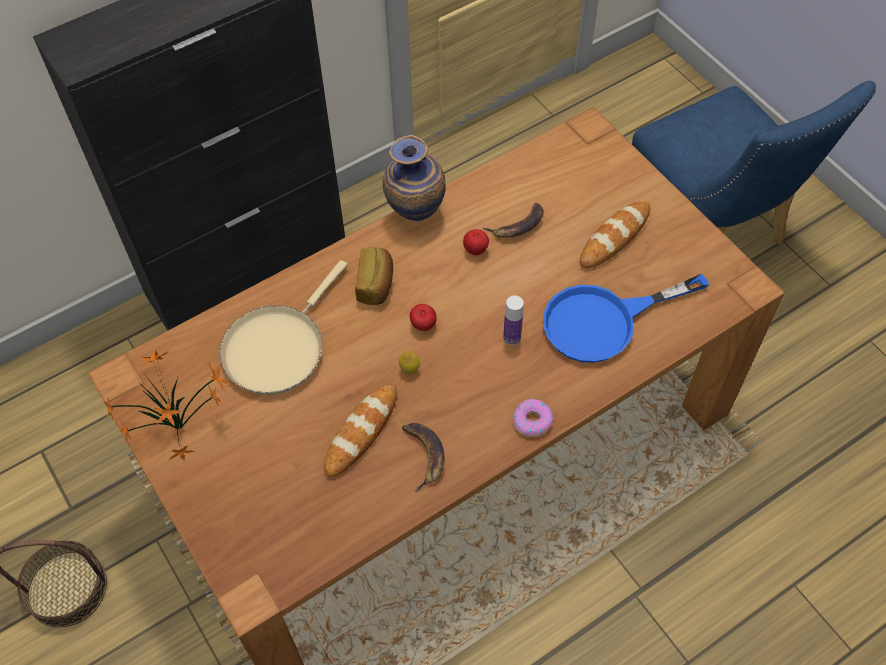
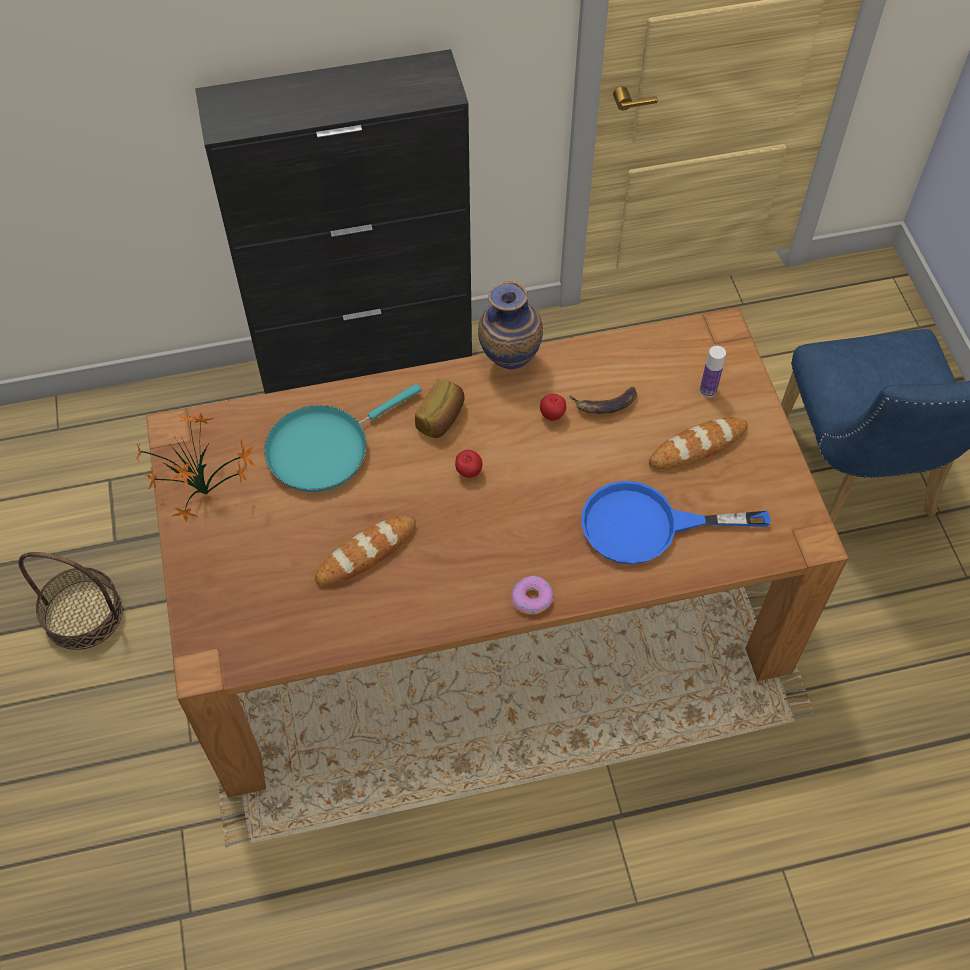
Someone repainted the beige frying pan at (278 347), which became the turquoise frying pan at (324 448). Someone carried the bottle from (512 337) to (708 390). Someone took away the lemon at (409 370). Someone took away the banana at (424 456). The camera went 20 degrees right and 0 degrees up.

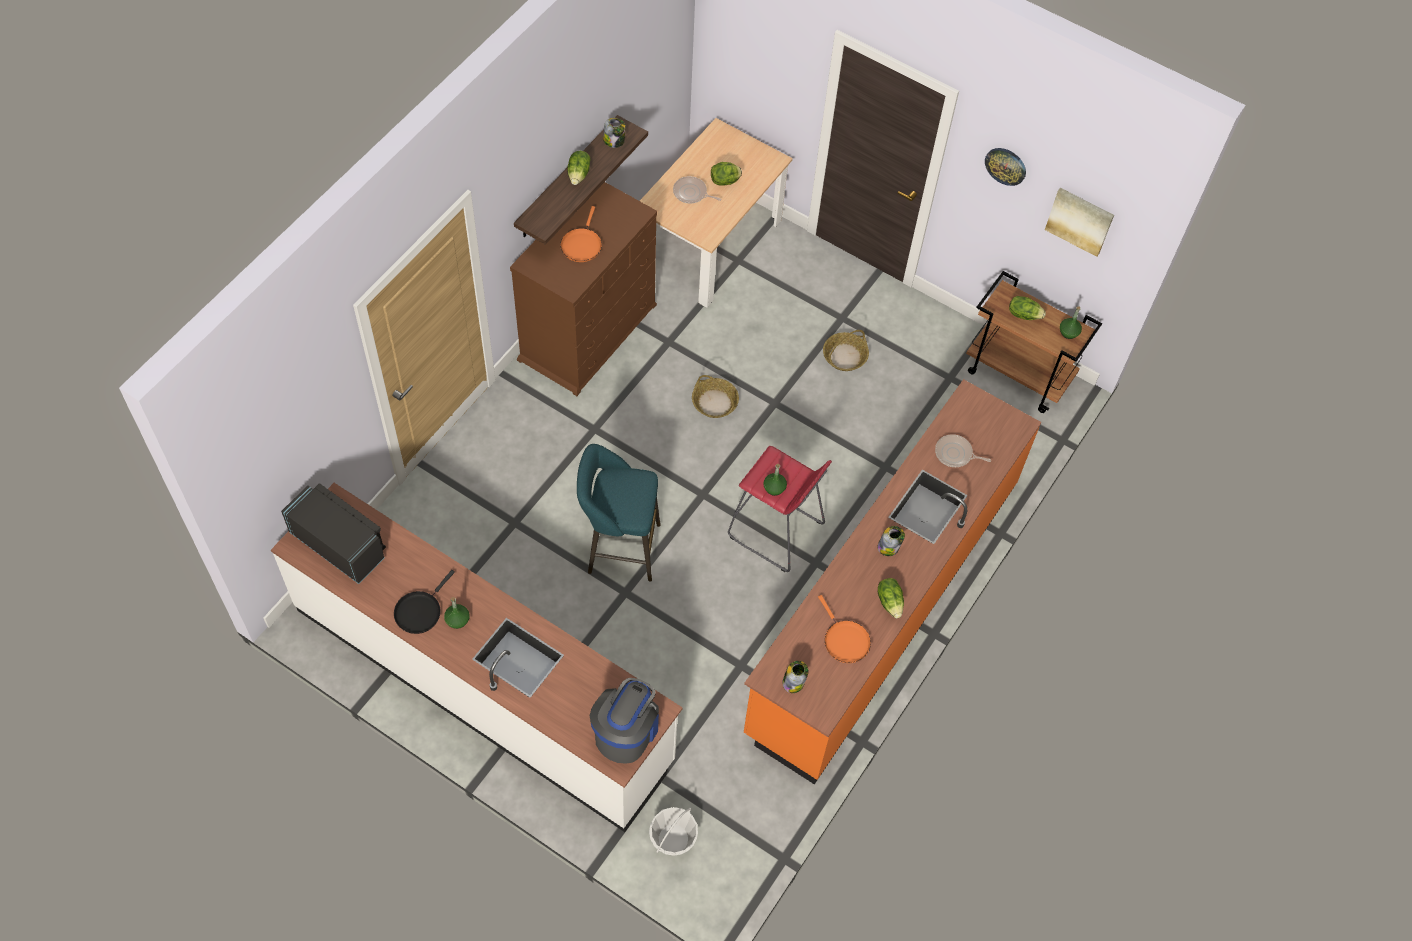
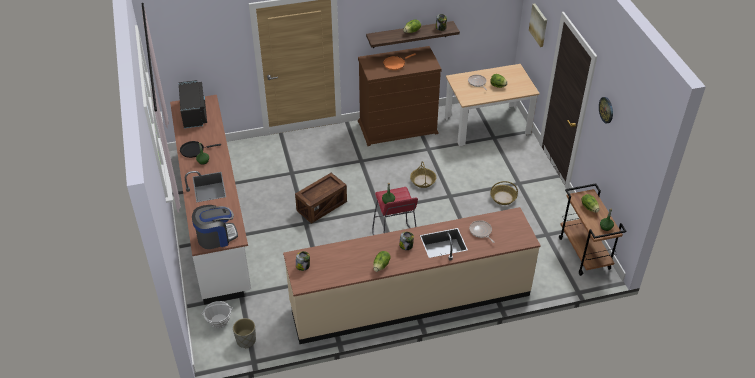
Someone carried the picture from (1080 220) to (539 25). Someone repainted the orange counter at (882 606), which became the beige counter at (410 299). Someone swapped the turquoise stool at (619 547) for the crate at (322 206). Someone took away the orange frying pan at (844 640). Someone put down the grey planter at (246 340). The camera went 45 degrees right and 15 degrees down.

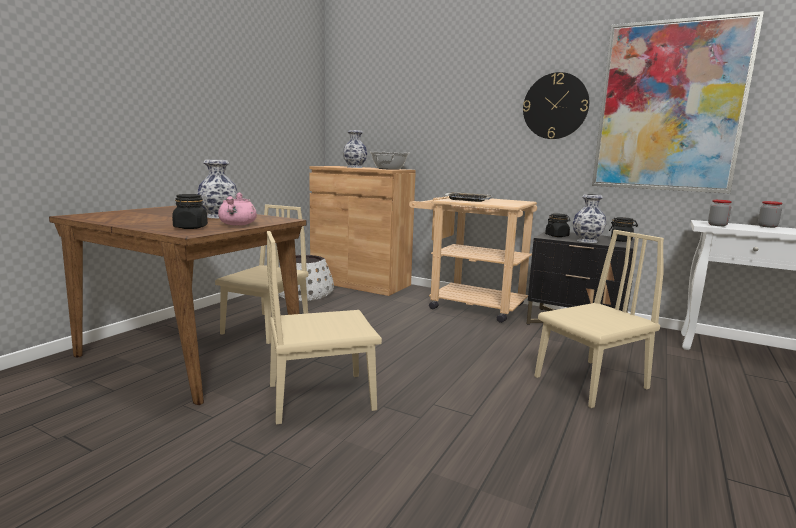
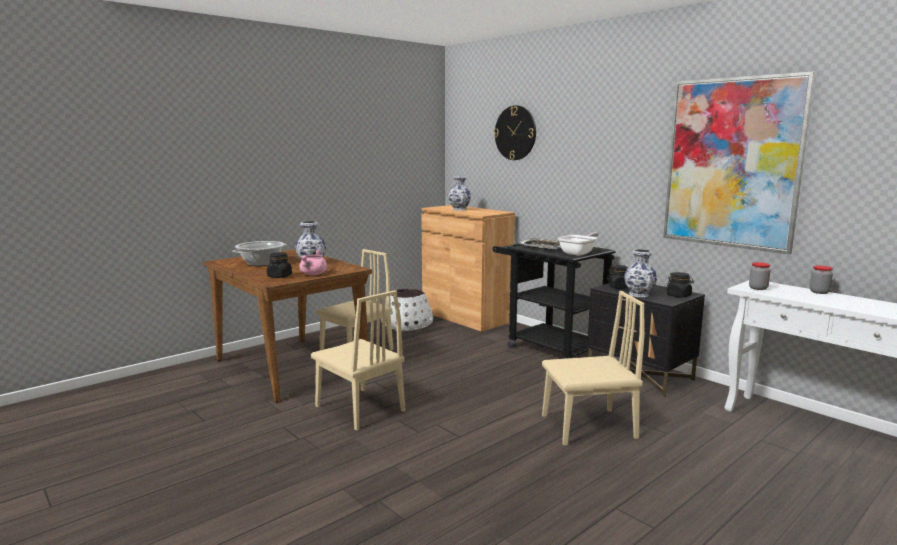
Someone carried the wall clock from (555 106) to (515 133). Someone carried the cooking pot from (389 169) to (261 263). Someone repainted the beige cart at (468 305), which became the black cart at (548 347). Someone rotated the beige chair at (321 397) by 135 degrees counterclockwise. Someone put down the frying pan at (579 253). The camera went 20 degrees right and 0 degrees up.

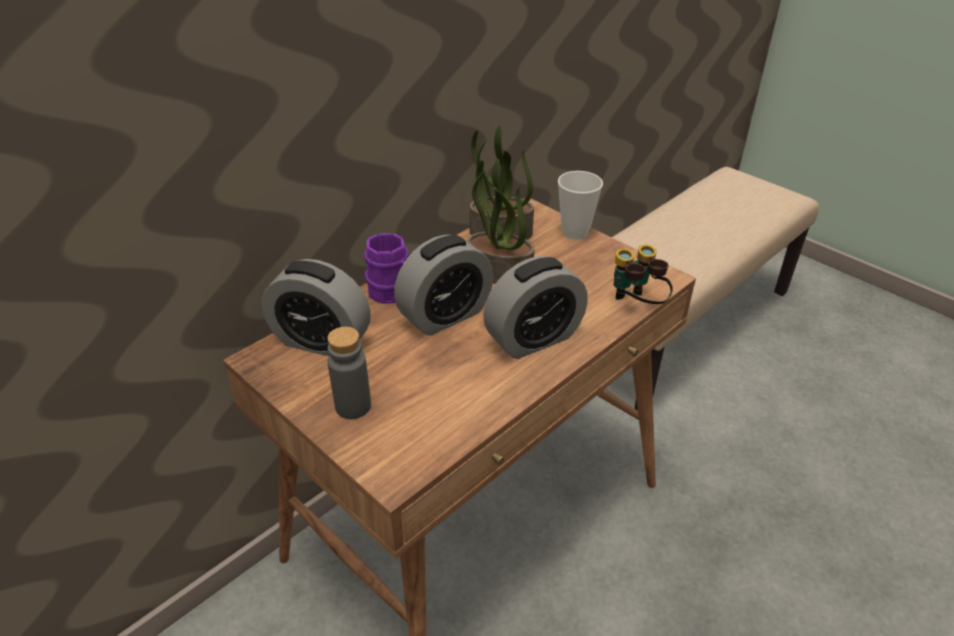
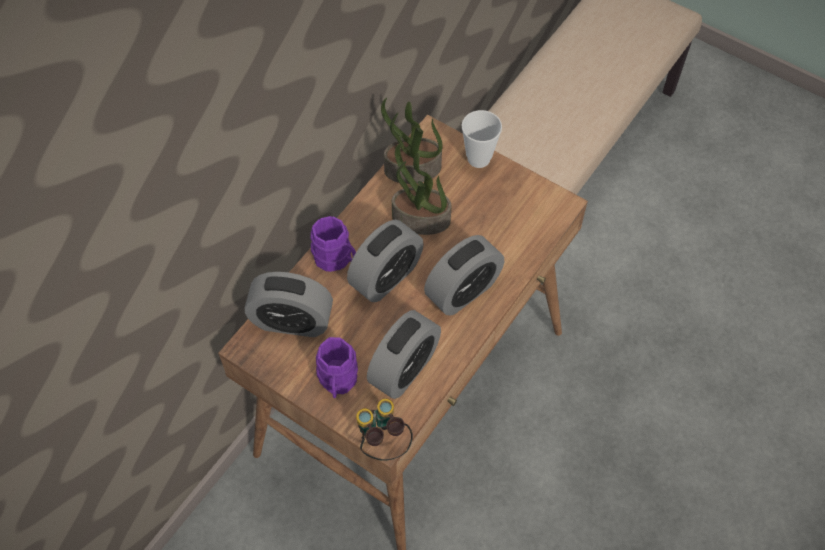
Someone carried the binoculars from (635 305) to (382 443). Someone swapped the grey bottle at (353 406) for the purple mug at (337 382). Someone put down the alarm clock at (404 368). The camera went 10 degrees left and 20 degrees up.

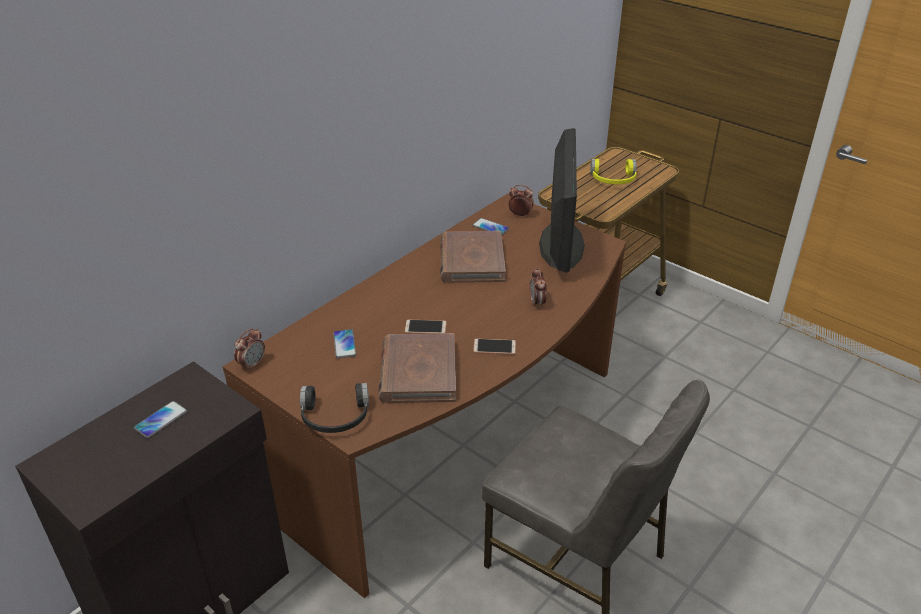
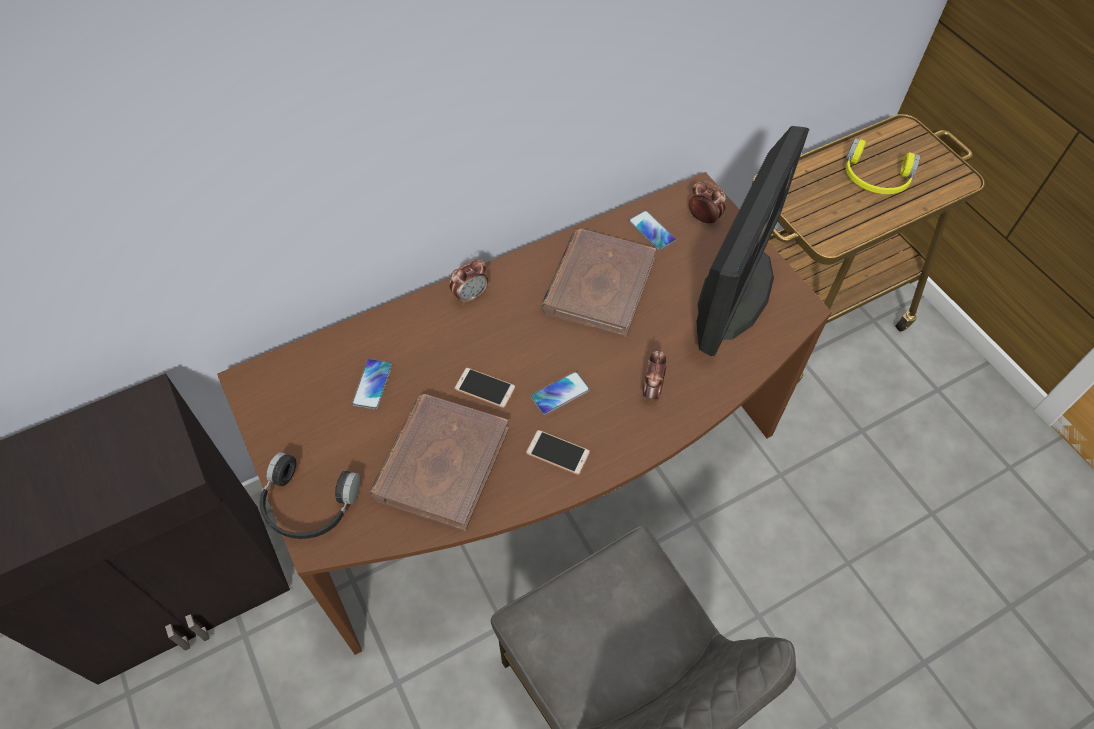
Someone carried the alarm clock from (252 364) to (470 296). Someone carried the phone from (161 420) to (560 393). The camera went 20 degrees right and 20 degrees up.

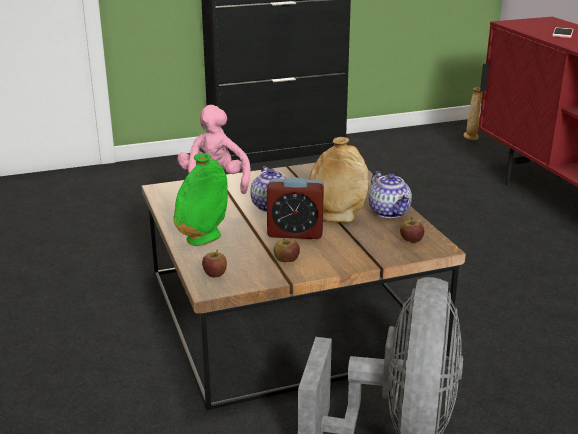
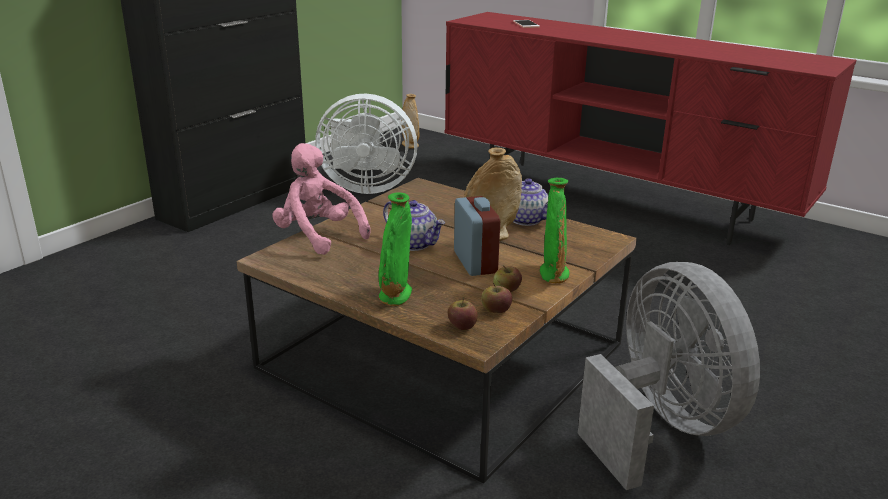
Someone rotated the alarm clock at (295 233) by 75 degrees counterclockwise. Someone carried the apple from (411 240) to (496 310). Someone put down the white fan at (366 187). Someone put down the green vase at (554 274). The camera went 35 degrees left and 0 degrees up.

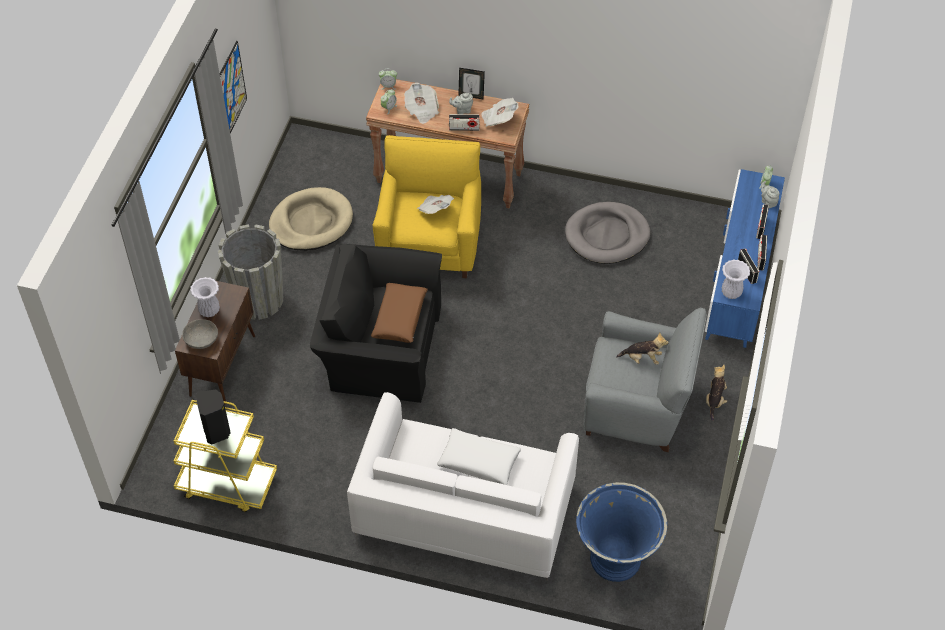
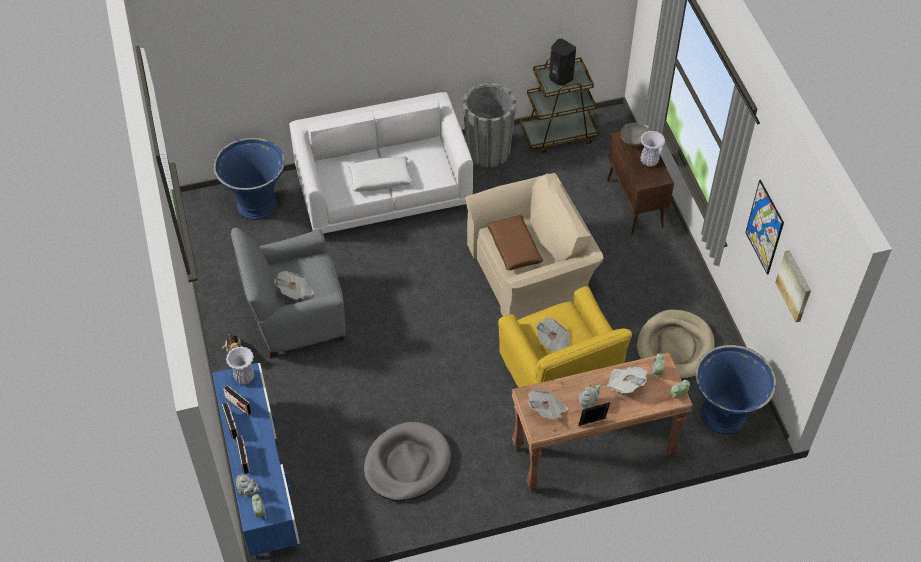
Someone took away the radio at (464 128). Someone carried the grey planter from (258 299) to (488 151). Someone repainted the black armchair at (379 346), which became the beige armchair at (531 271). Someone swapped the plush toy at (642 358) for the newspaper at (295 291). Someone repainted the yellow cart at (226 484), which became the brown cart at (558 134). Someone put up the picture at (794 286). Someone put down the blue planter at (724 416). The camera went 150 degrees right and 0 degrees up.

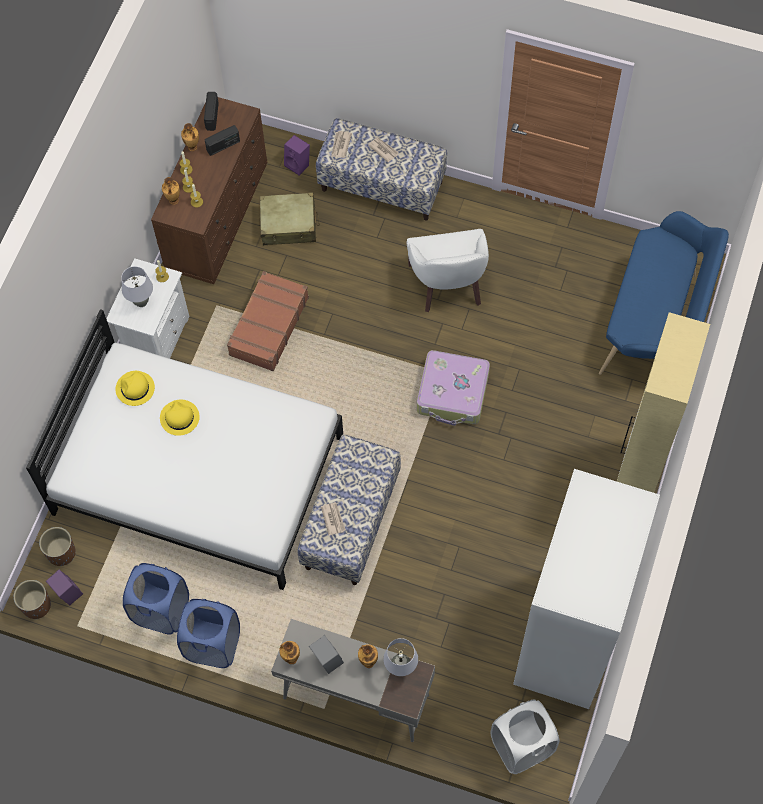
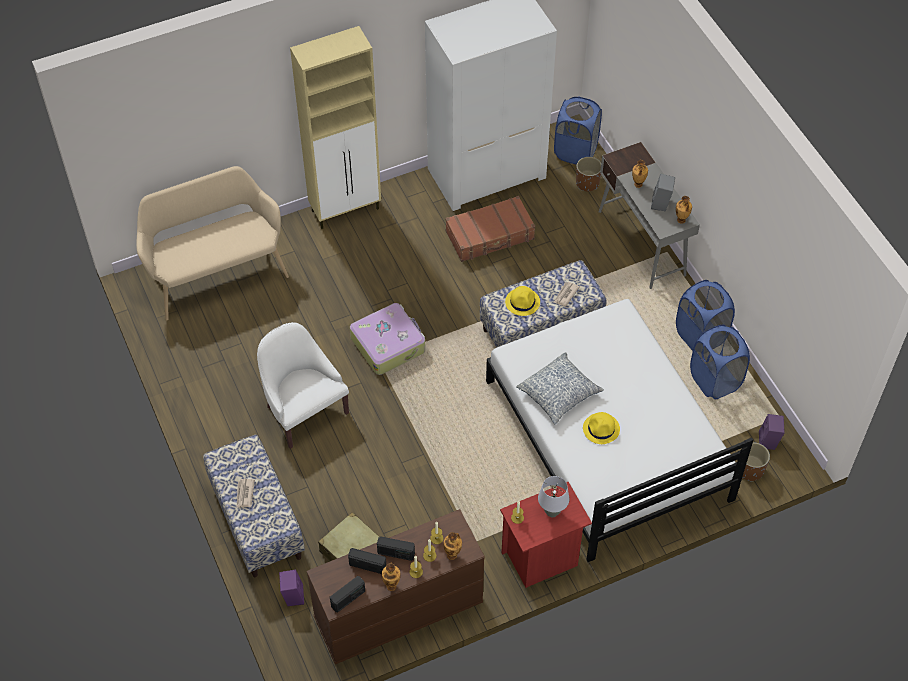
Someone took away the newspaper at (340 145). Someone repainted the blue bench at (655 324), which became the beige bench at (216 274). Someone rotated the white armchair at (448 284) by 75 degrees counterclockwise. Someone repainted the white nightstand at (156 337), which became the red nightstand at (541 559). Someone carried the brown suitcase from (268 326) to (490 235). Someone carried the yellow hat from (135 389) to (522 302). Someone carried the brown planter from (36 605) to (587 183). Someone took away the grey table lamp at (400 667). Someone repainted the white laundry basket at (521 746), which became the blue laundry basket at (575 151). Someone put down the pillow at (559 394). Someone put down the radio at (396 553). The camera went 135 degrees left and 10 degrees down.

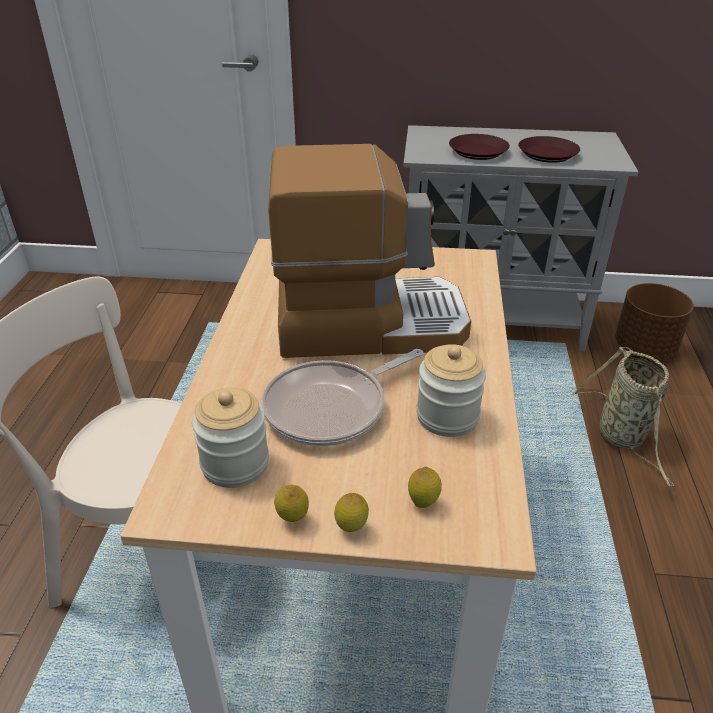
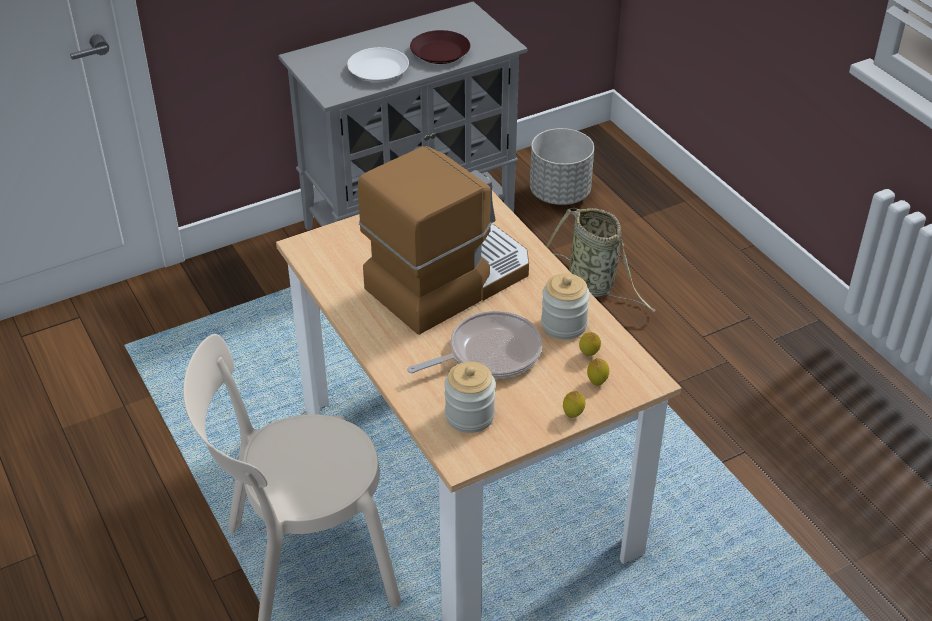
Someone repainted the brown plate at (478 152), which became the white plate at (379 70). Someone repainted the brown planter at (644 348), which became the grey planter at (559 193). Someone rotated the frying pan at (331 408) by 135 degrees counterclockwise. Someone carried the lemon from (293 519) to (589 355). The camera went 35 degrees left and 5 degrees up.

